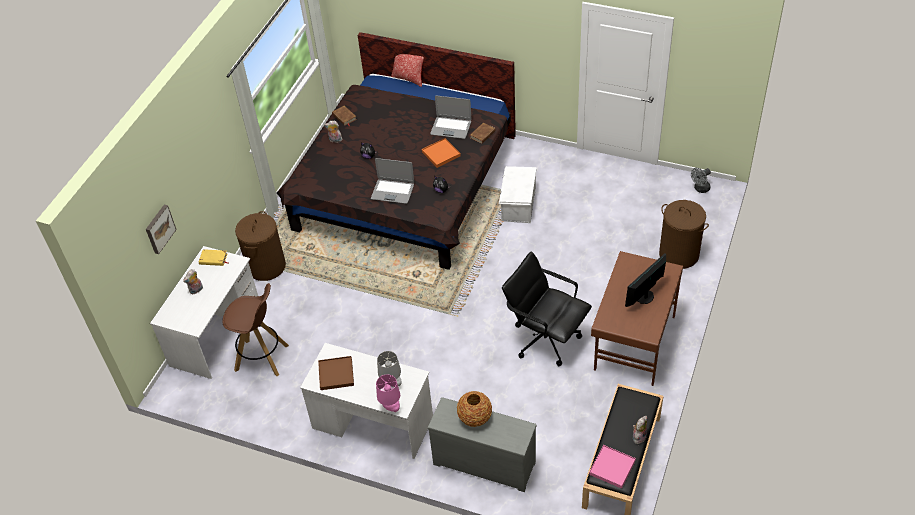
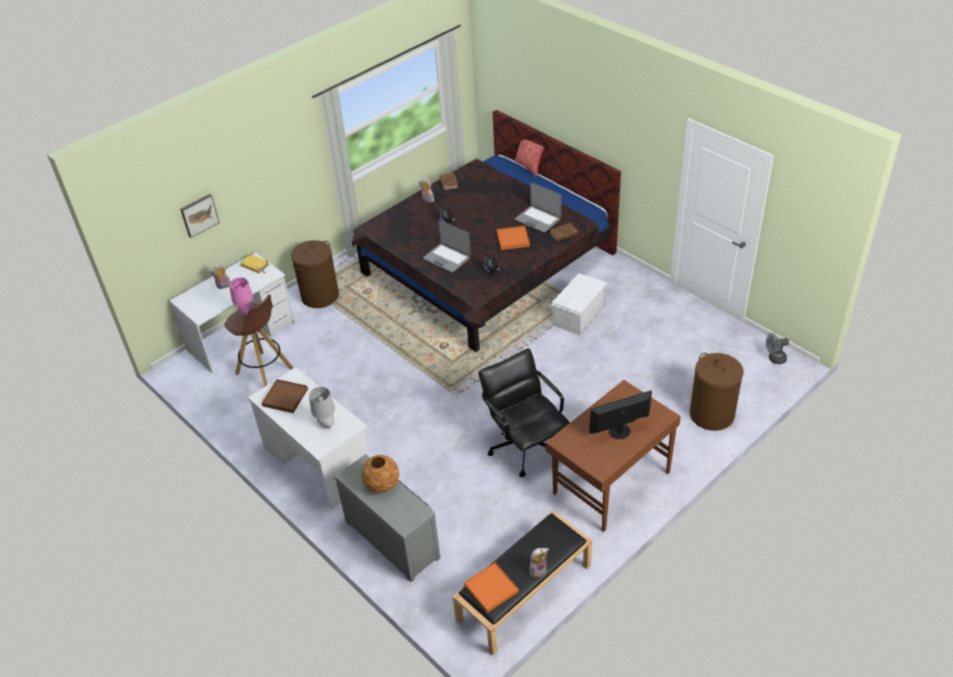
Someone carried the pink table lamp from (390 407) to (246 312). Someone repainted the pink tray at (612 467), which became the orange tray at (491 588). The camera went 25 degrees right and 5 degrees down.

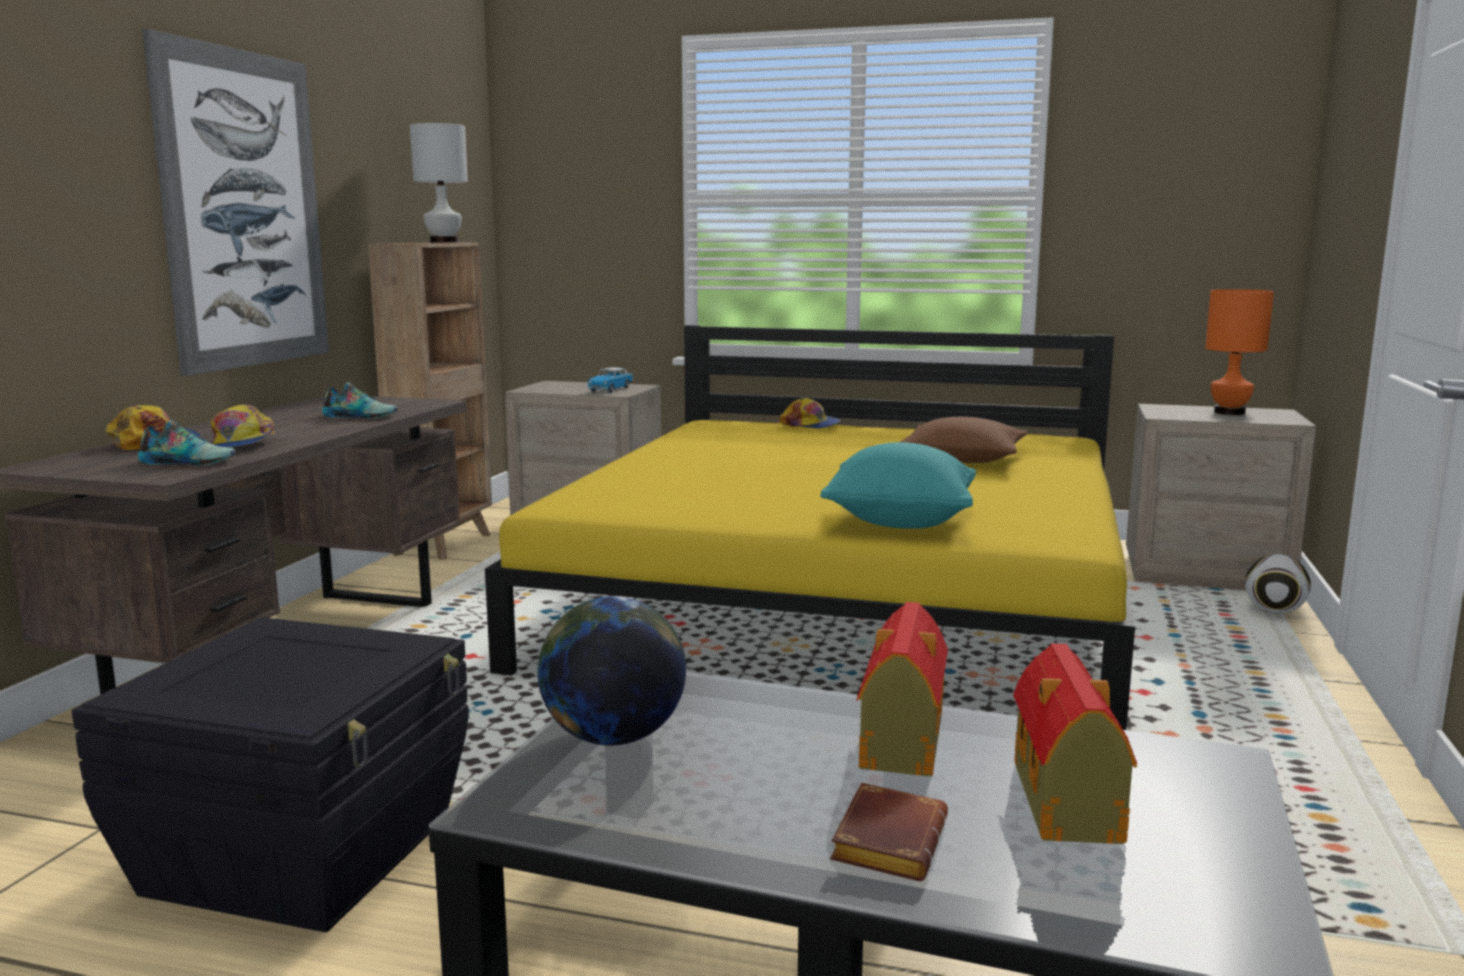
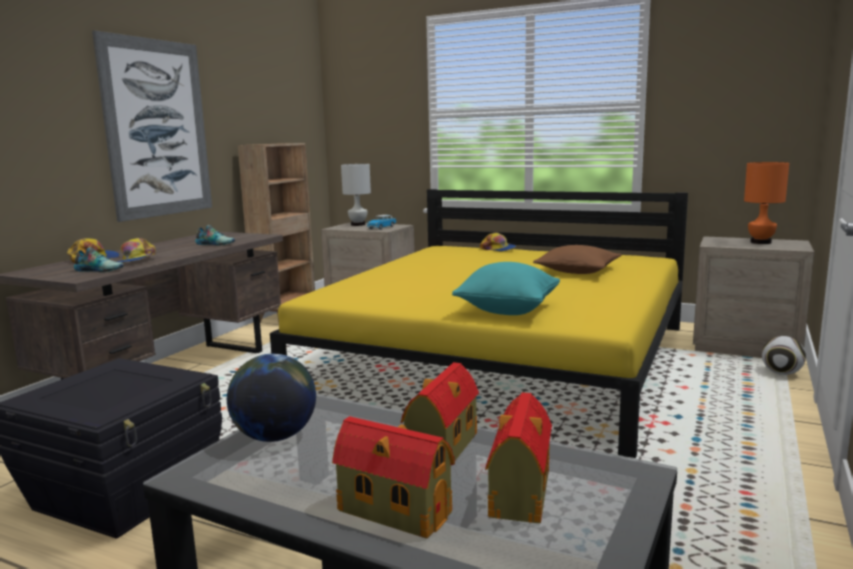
Someone carried the white table lamp from (444 242) to (358 224). Someone swapped the brown book at (886 841) for the toy house at (392 510). The camera went 10 degrees right and 0 degrees up.

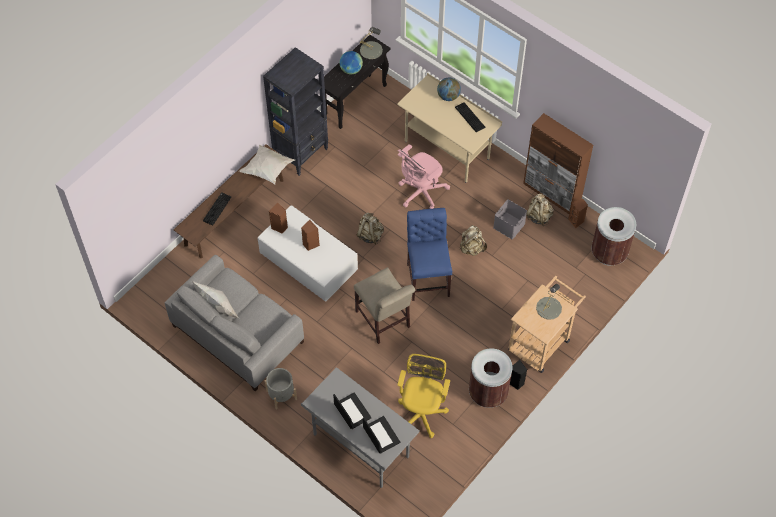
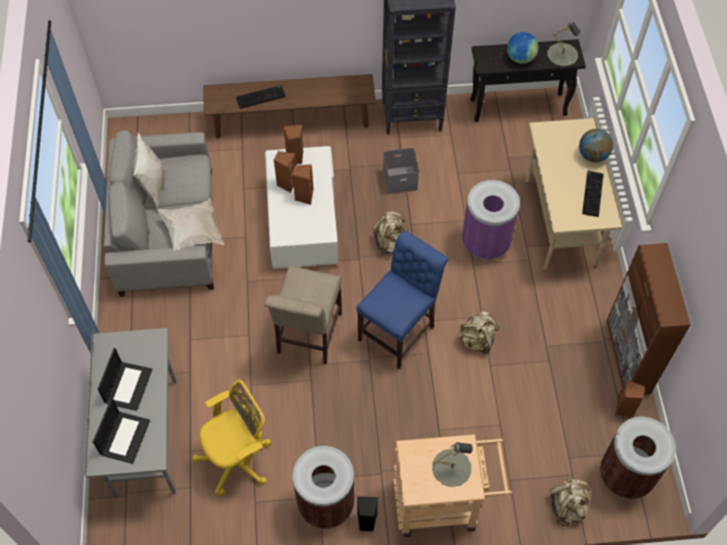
Someone swapped the pink office chair at (420 193) for the purple trash can at (485 243). Someone carried the white pillow from (268 170) to (194 234). Someone carried the beige backpack from (539 216) to (568 506). Someone carried the grey storage box from (509 225) to (400 179). Someone took away the grey planter at (281 395). Someone put down the brown speaker at (286 183). The camera went 45 degrees right and 0 degrees up.

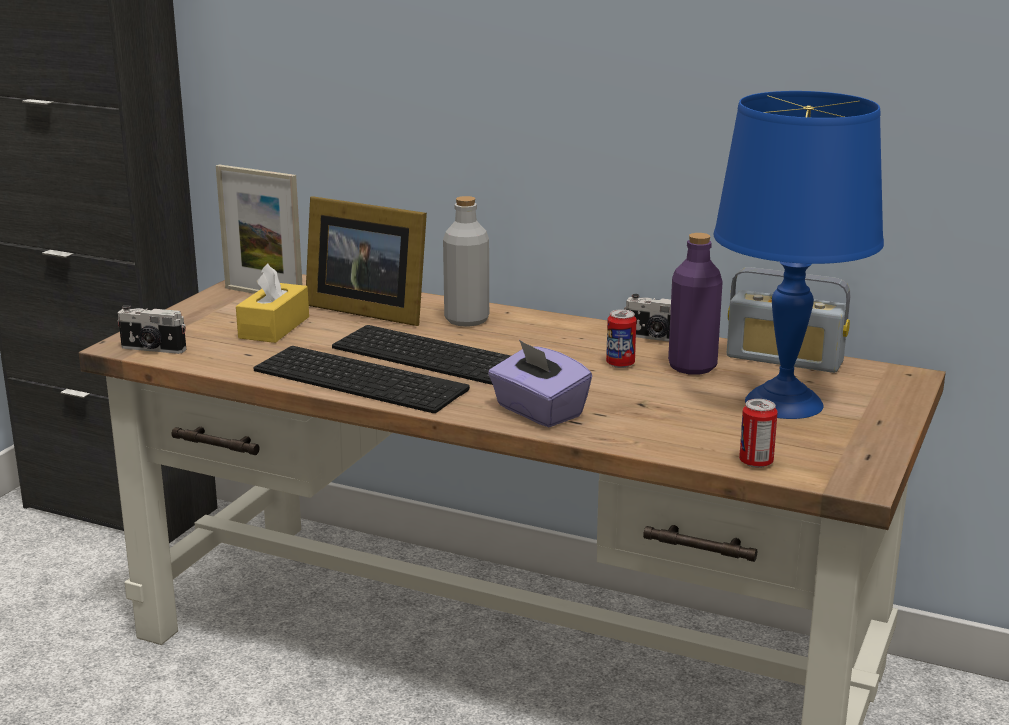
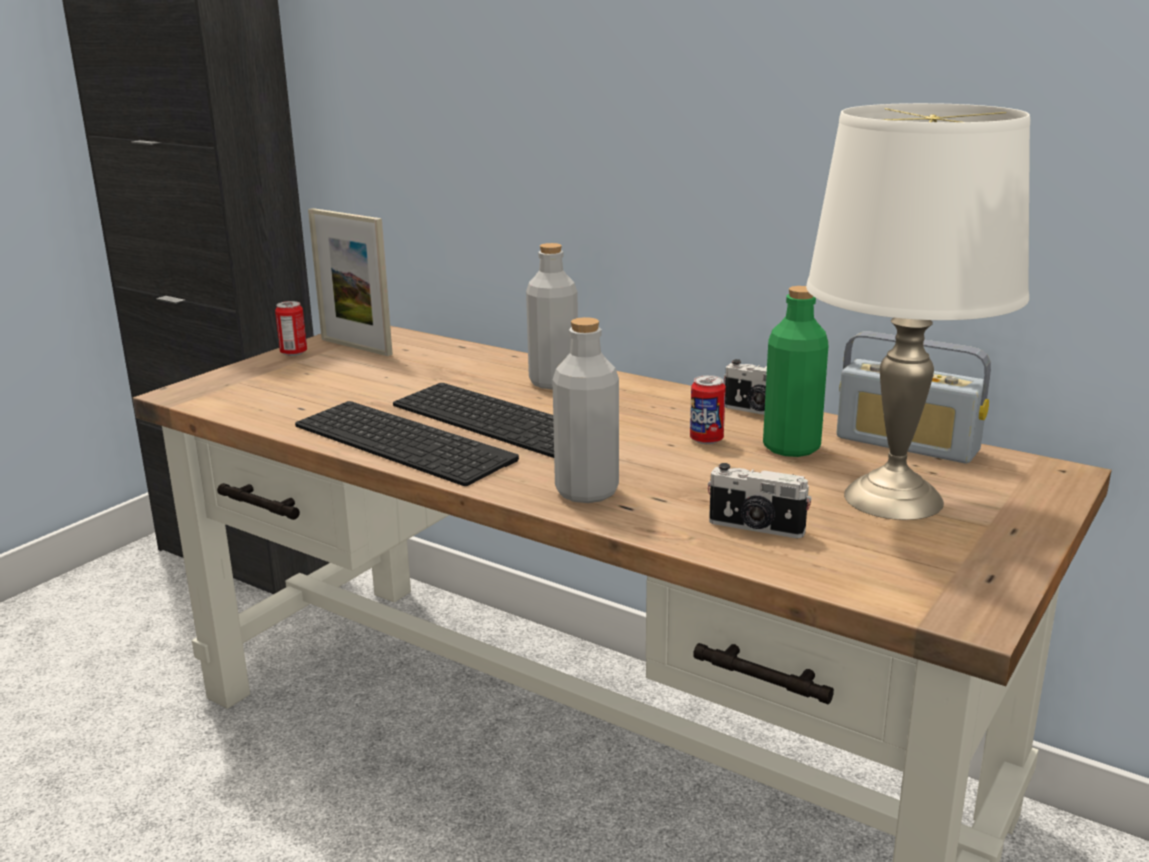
Someone repainted the blue table lamp at (784 403), which became the white table lamp at (894 499). Someone took away the picture frame at (366 309). Someone repainted the purple bottle at (692 367), which became the green bottle at (791 447). Someone took away the yellow tissue box at (274 327). Someone carried the photo camera from (152 349) to (756 528). Someone swapped the purple tissue box at (538 412) for the grey bottle at (586 491). Someone carried the can from (756 462) to (293 353). The camera went 10 degrees right and 0 degrees up.

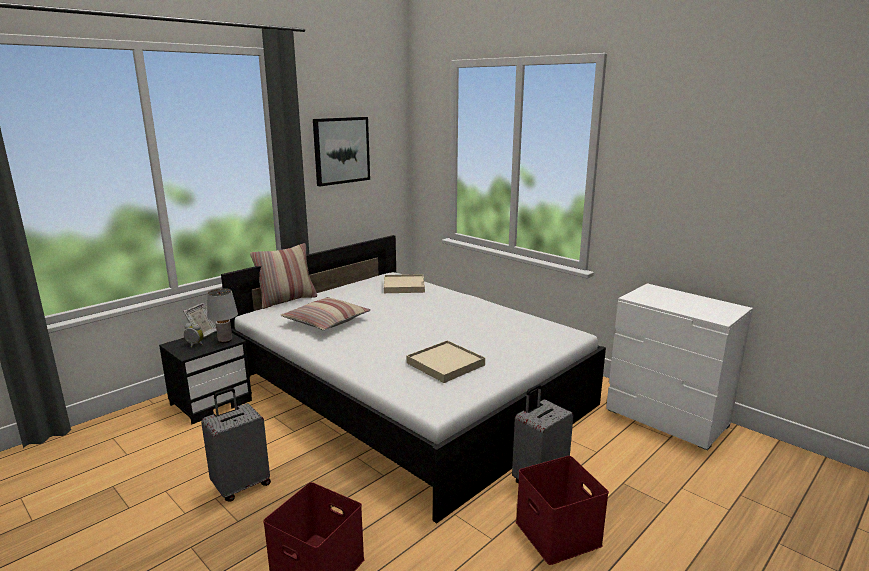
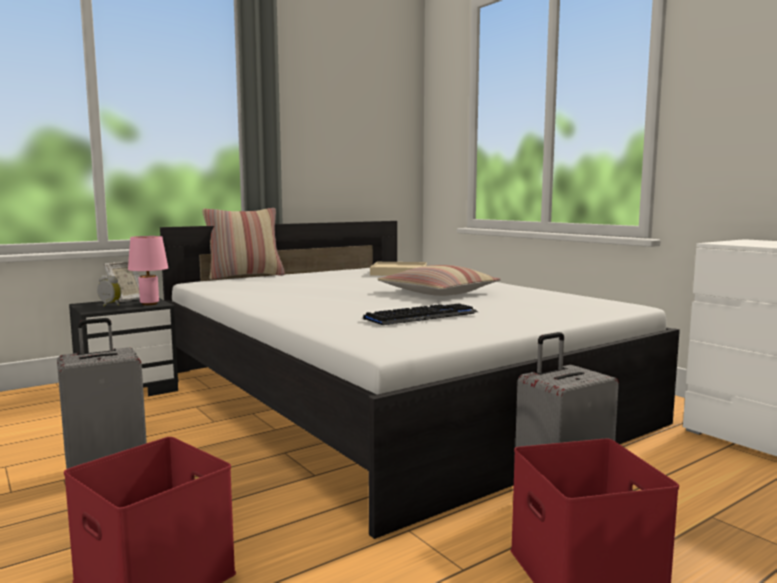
Someone took away the picture at (341 150). Someone repainted the grey table lamp at (225 340), which became the pink table lamp at (149 304). Someone carried the pillow from (326 321) to (438 293). Someone swapped the beige tray at (445 364) for the keyboard at (422 316). The camera went 10 degrees right and 10 degrees down.

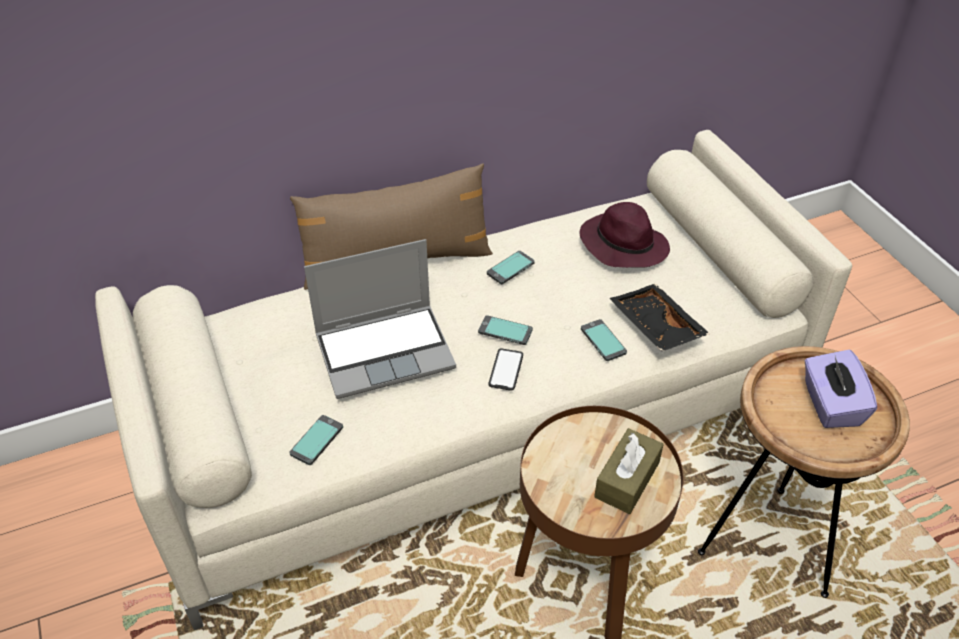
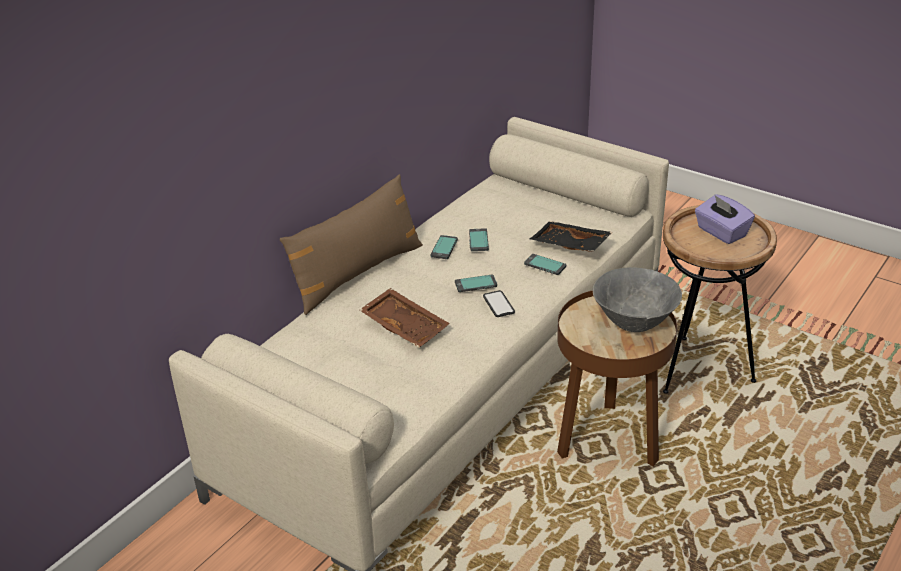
Someone took away the purple hat at (622 245). Someone swapped the laptop at (386 351) for the brown tray at (406 325). Someone carried the phone from (316 440) to (478 240). Someone swapped the brown tissue box at (627 479) for the grey bowl at (635 324). The camera went 30 degrees left and 10 degrees down.

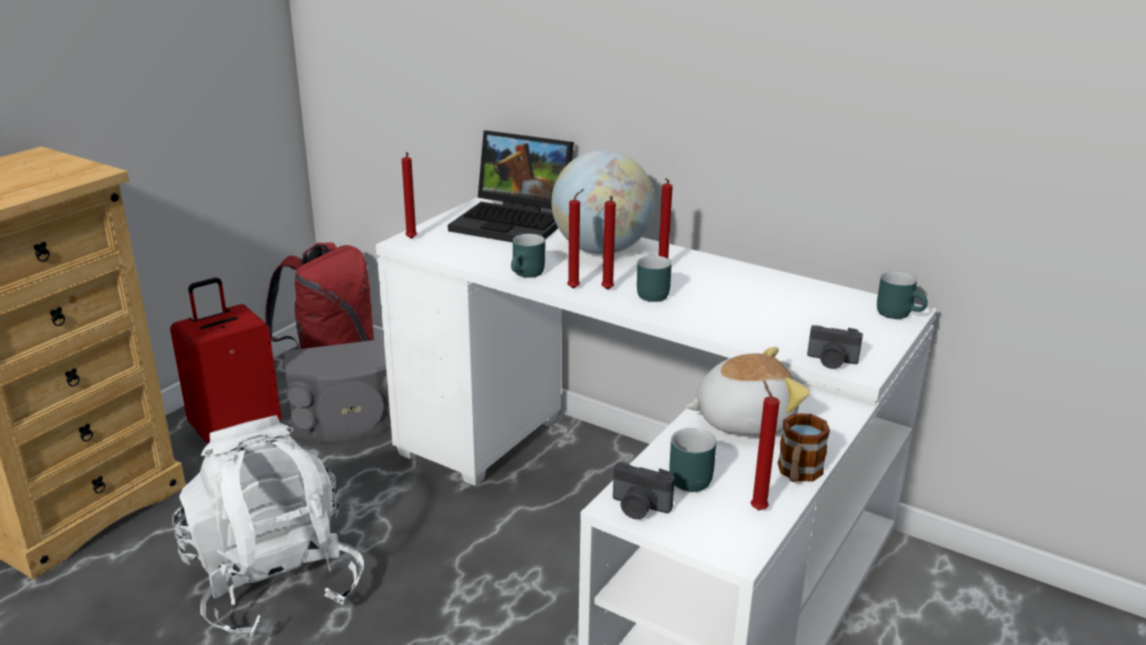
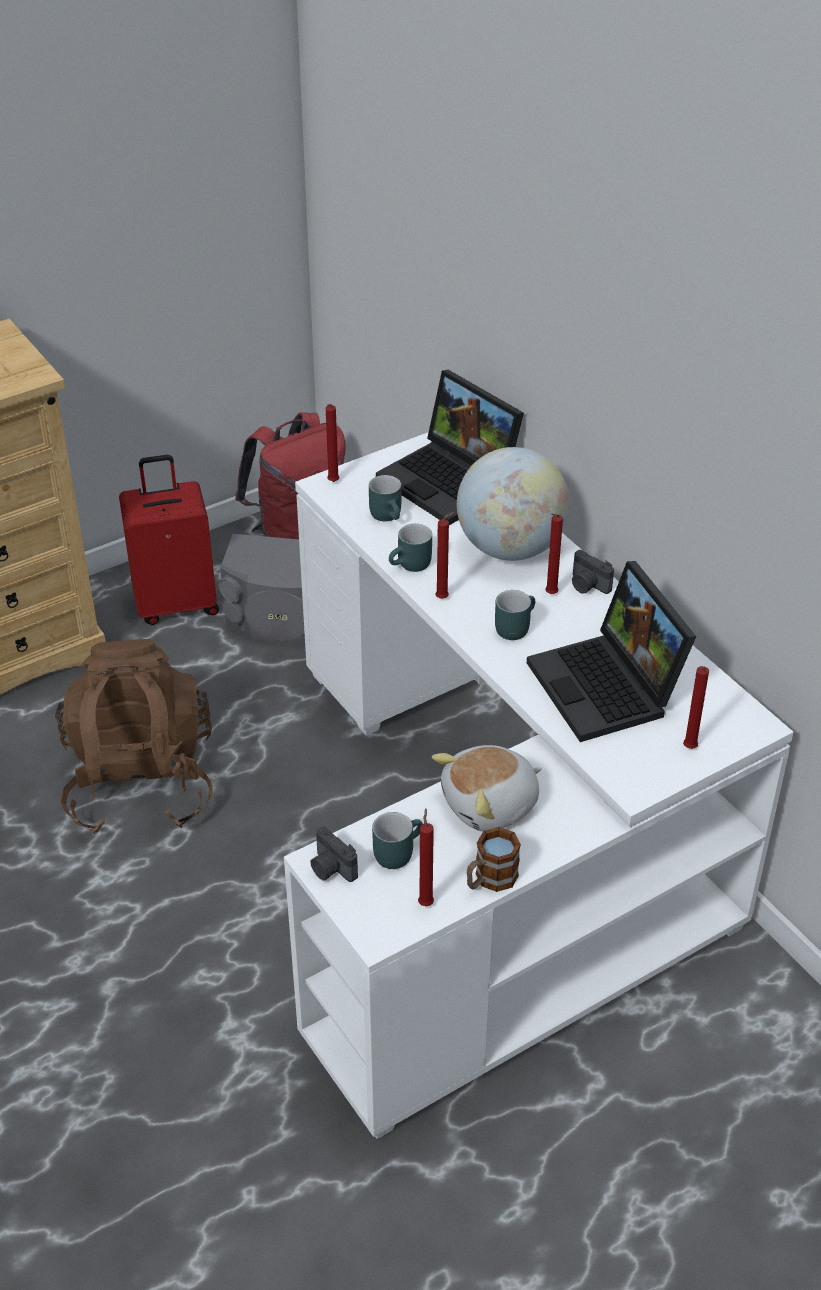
Someone carried the red candle from (607 290) to (688 749). Someone carried the turquoise mug from (899 313) to (389 515). Someone carried the photo camera from (831 361) to (587 585). Someone rotated the plush toy at (743 419) by 135 degrees clockwise. Someone repainted the white backpack at (275 582), which became the brown backpack at (140 783). Someone put down the laptop at (609 688). The camera went 25 degrees right and 15 degrees up.

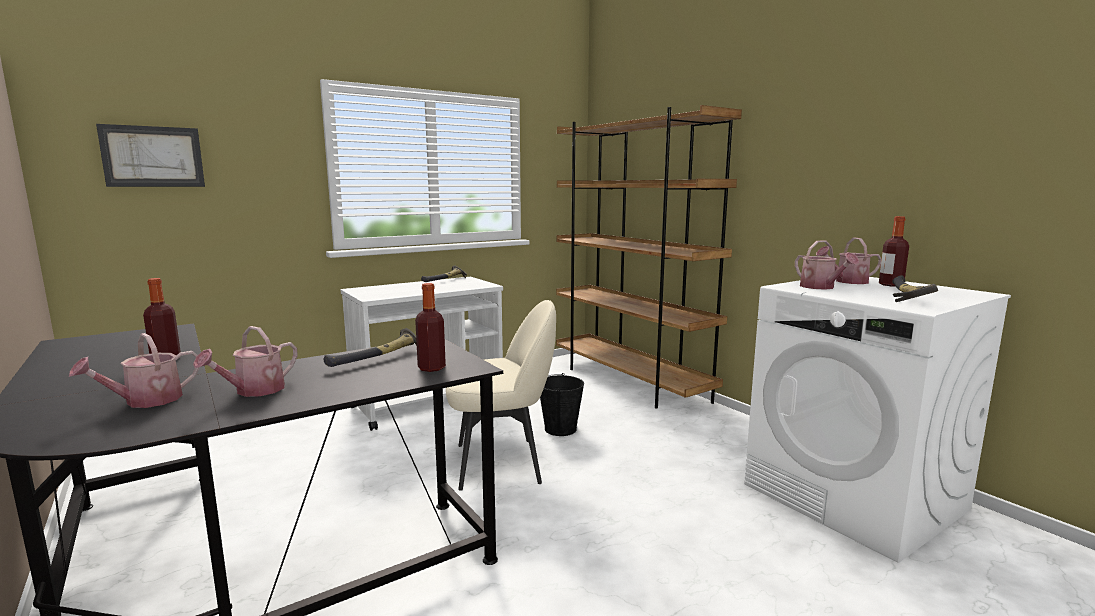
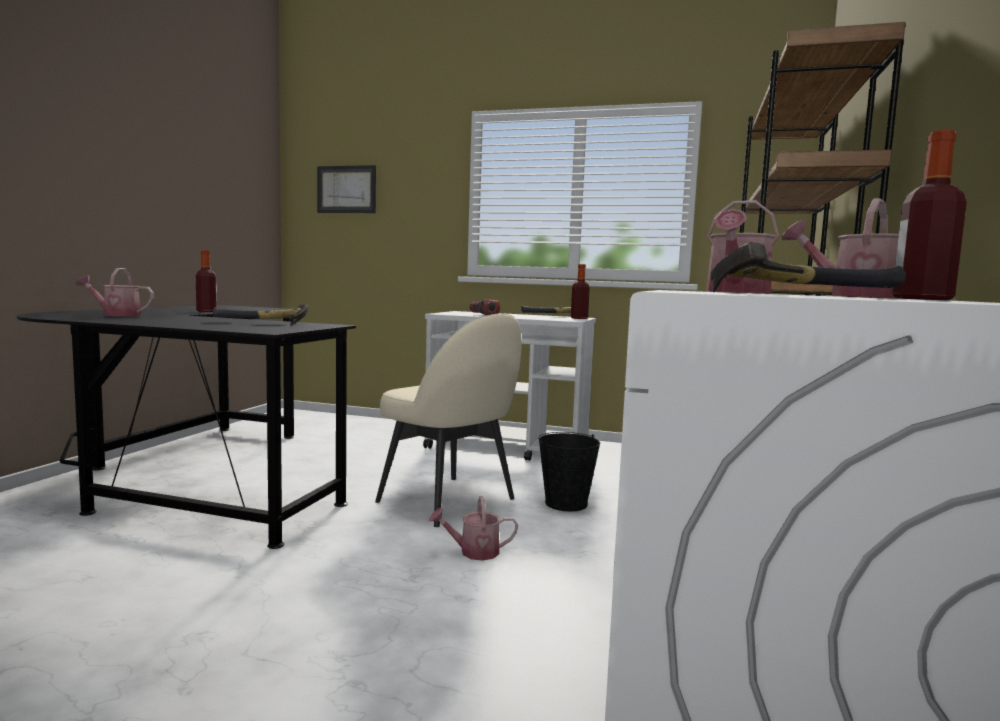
Someone carried the bottle from (431 368) to (579 318). Someone carried the watering can from (254 391) to (473 552). Someone put down the flashlight at (482 314). The camera went 50 degrees right and 5 degrees down.

